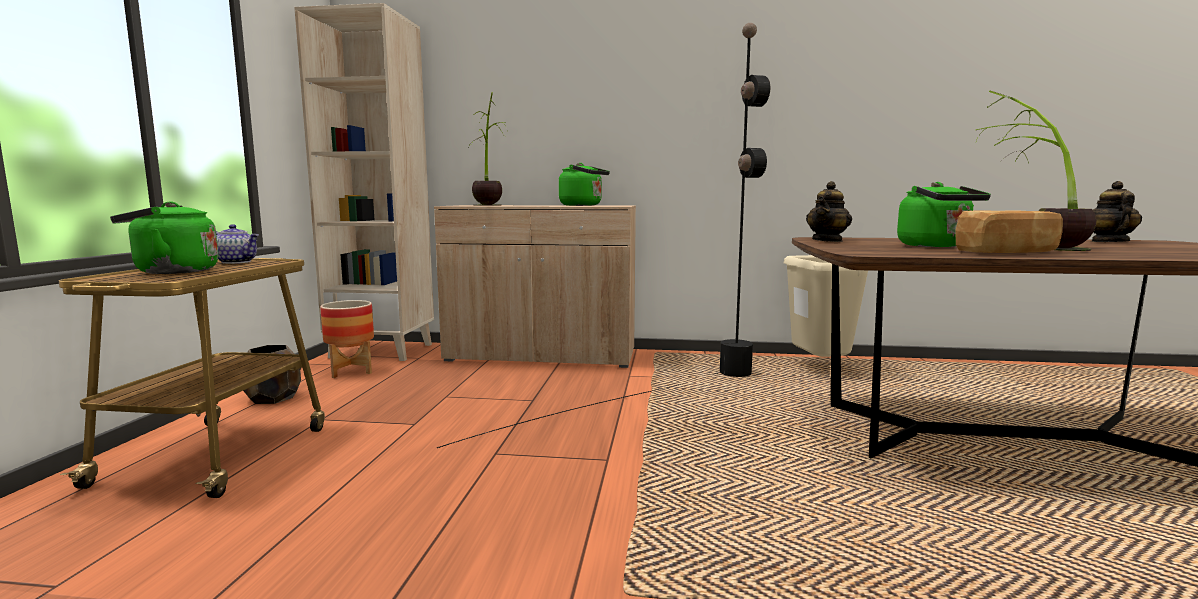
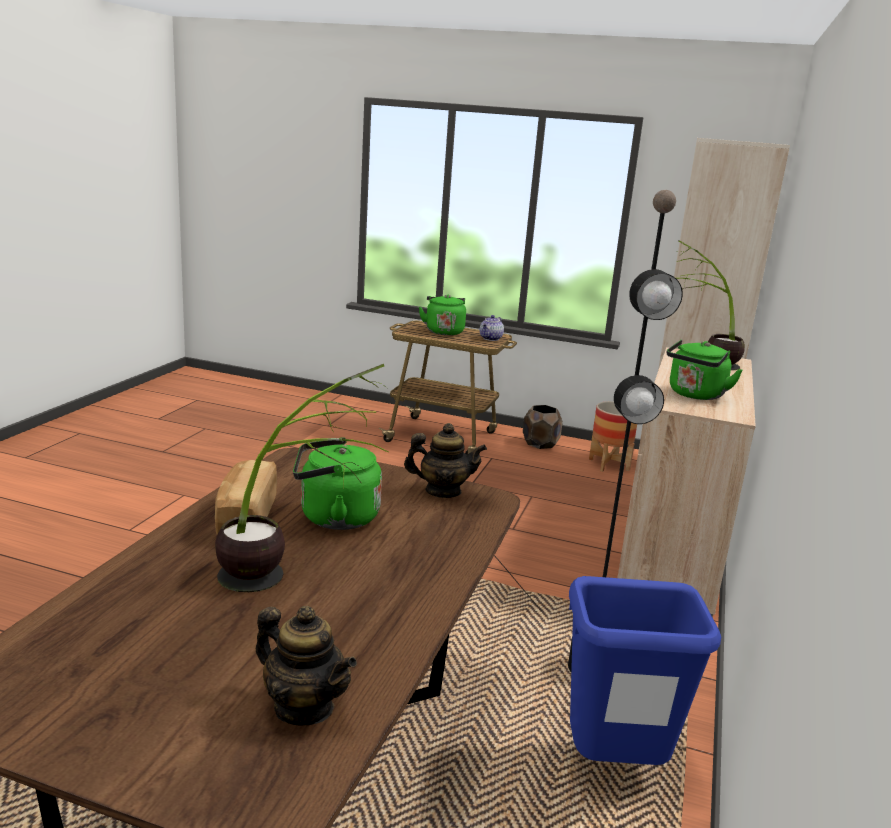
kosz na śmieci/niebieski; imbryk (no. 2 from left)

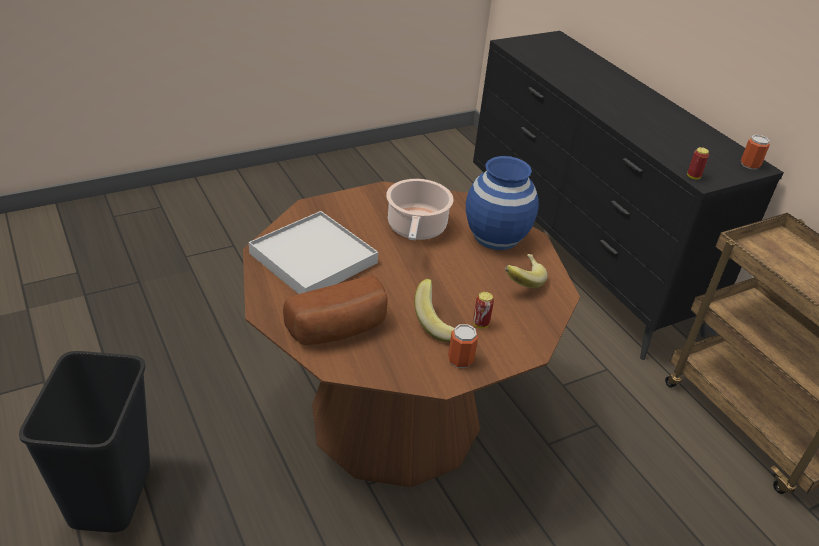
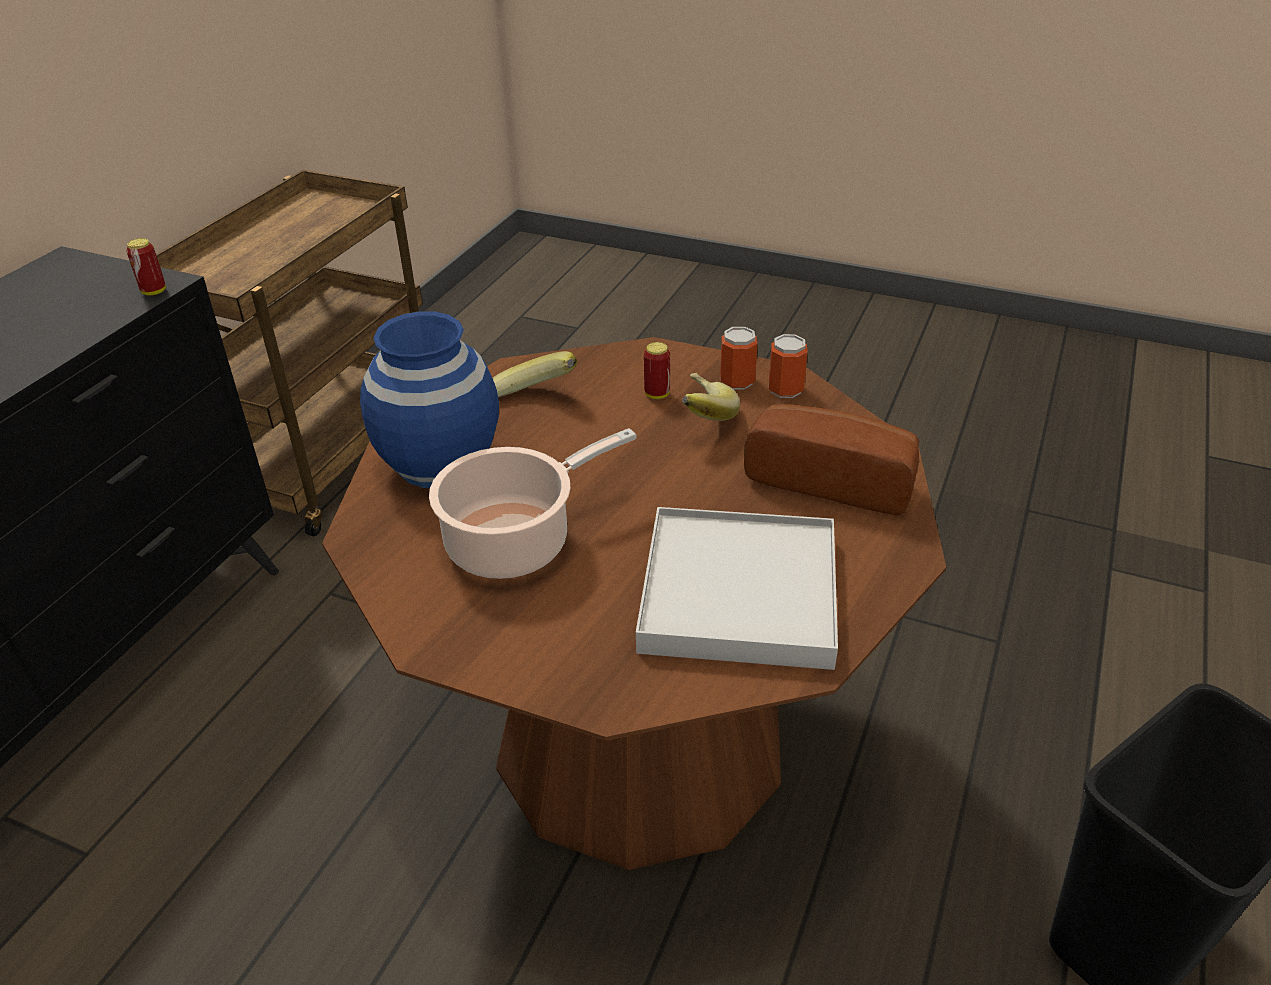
puszka (no. 4 from left)

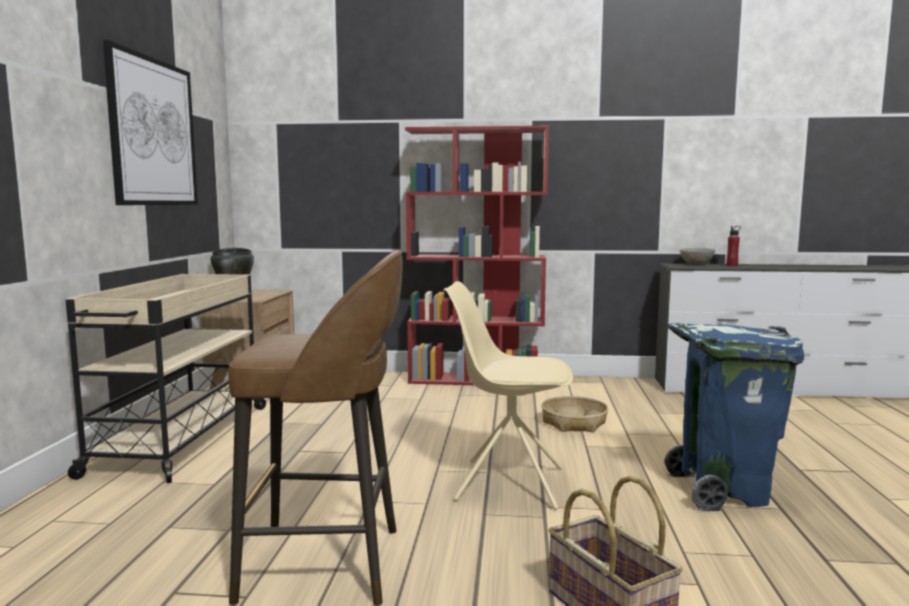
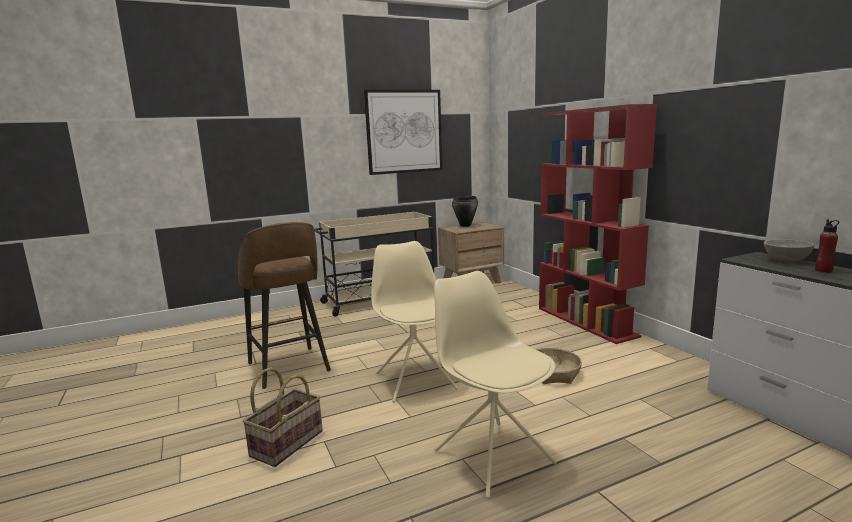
krzesło/beżowy (no. 2 from left)

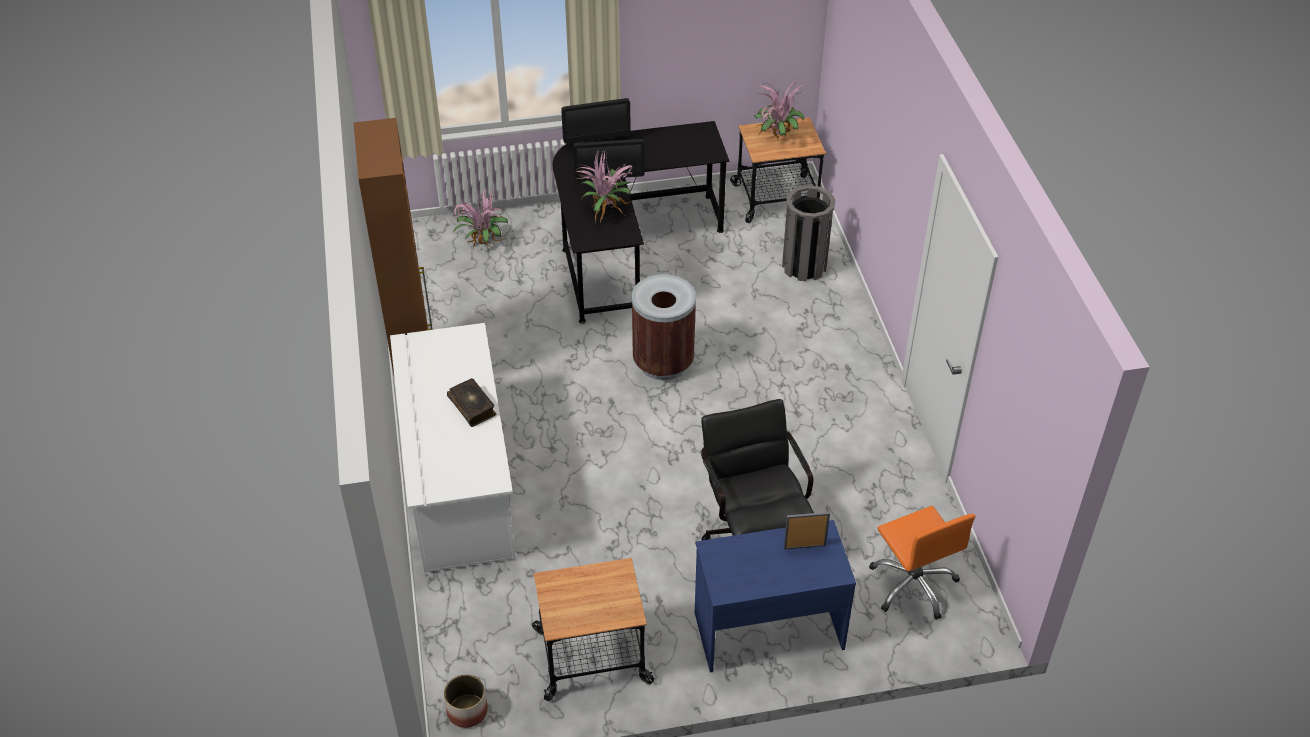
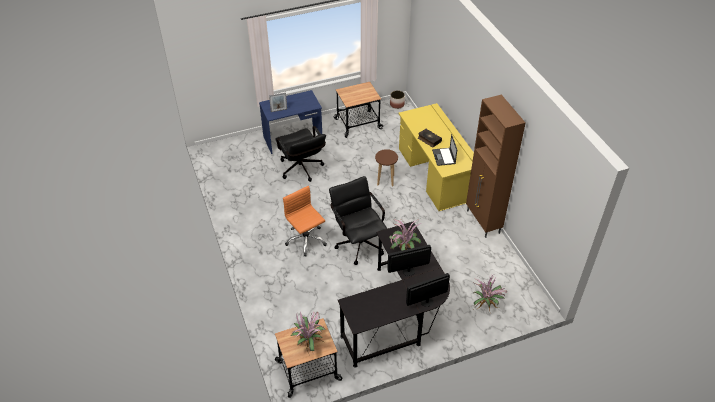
kosz na śmieci/szary; stołek/brązowy; laptop; krzesło biurowe/pomarańczowy; krzesło biurowe/czarny (no. 2 from left); biurko/żółty

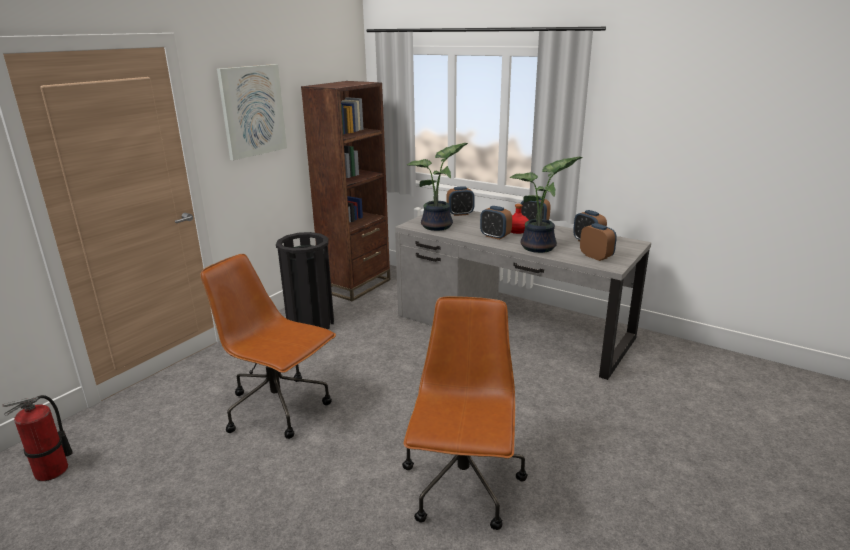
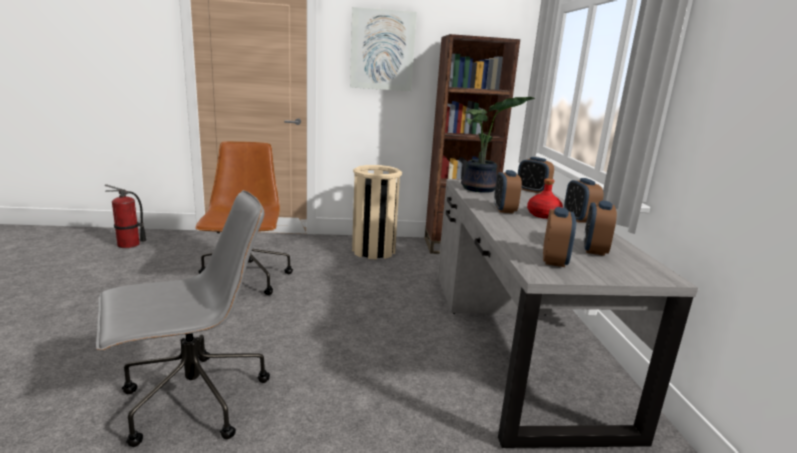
roślina doniczkowa (no. 2 from left in the first image); kosz na śmieci/beżowy; krzesło biurowe/szary

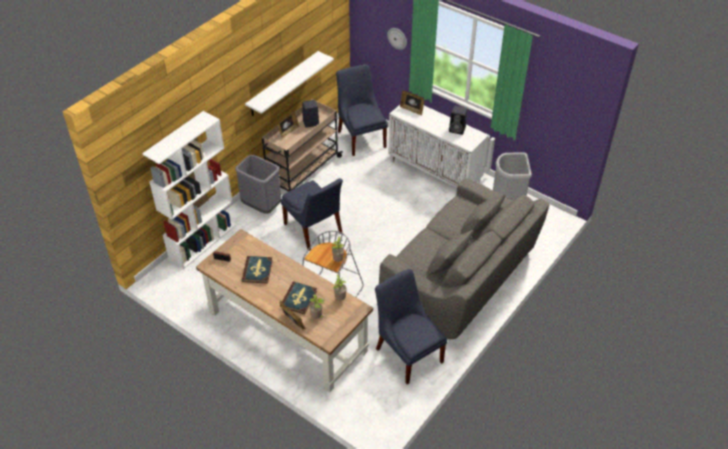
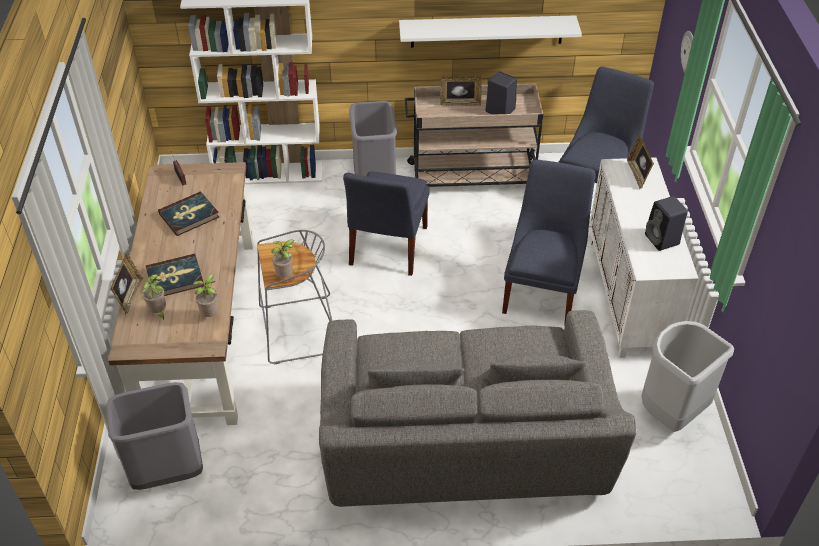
kosz na śmieci/szary (no. 1 from left); krzesło/niebieski (no. 2 from left)

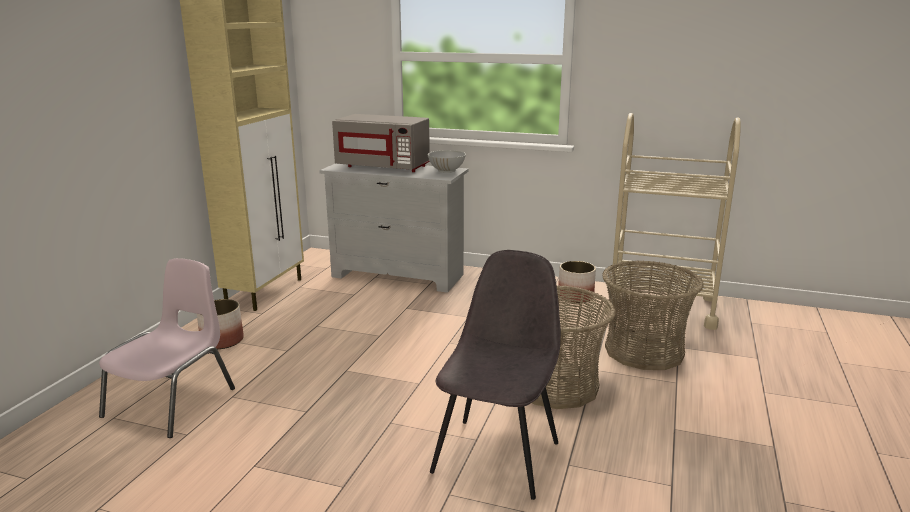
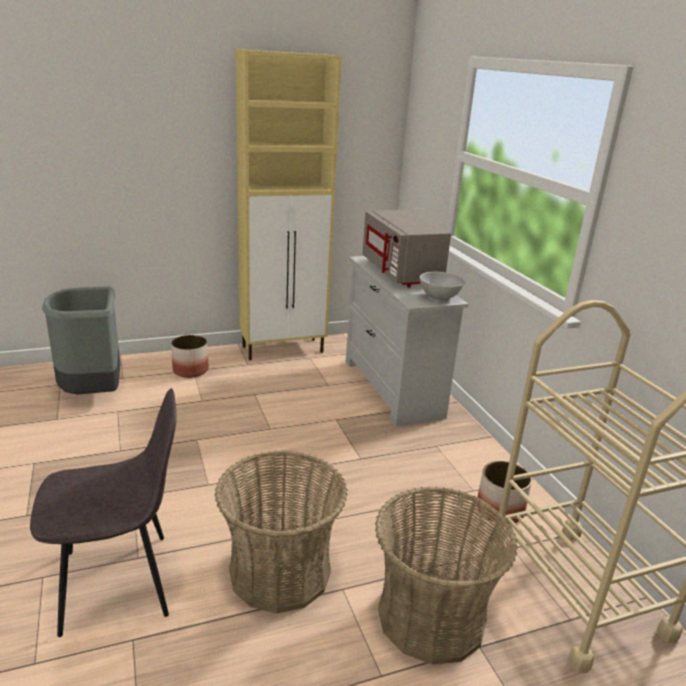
kosz na śmieci/szary

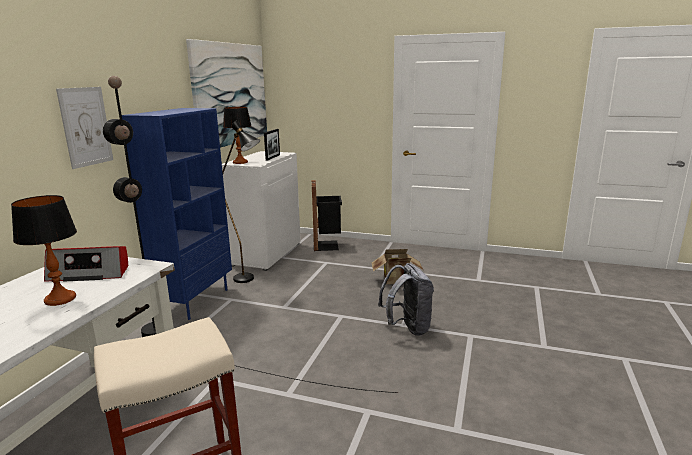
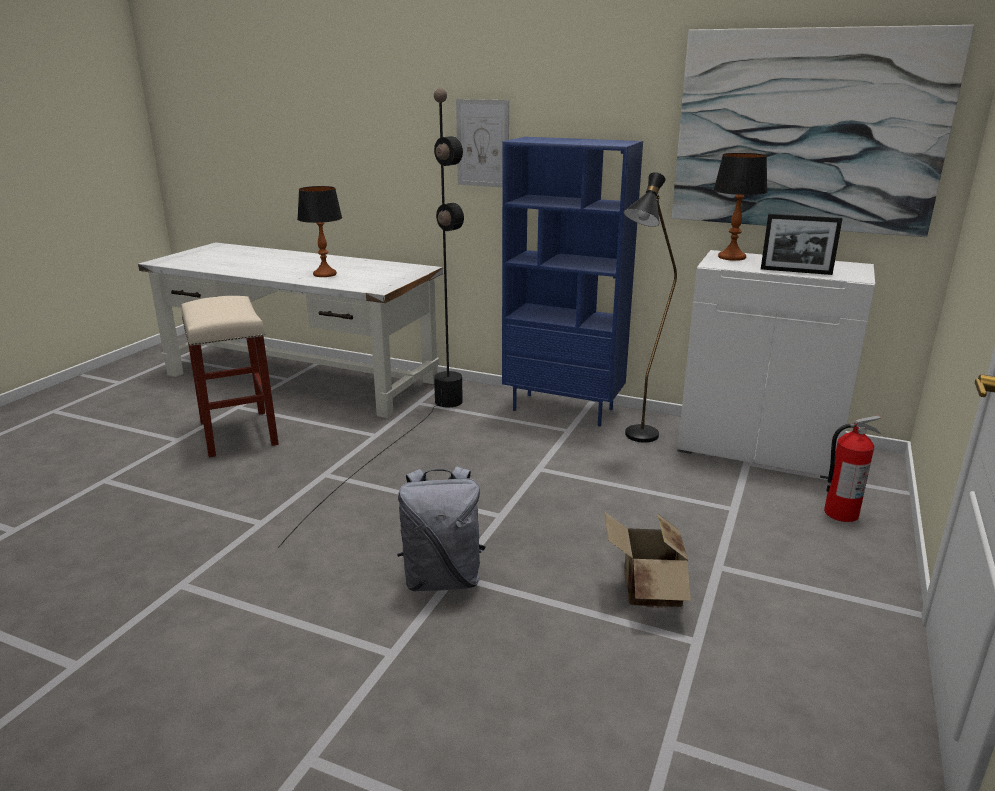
radio; gaśnica

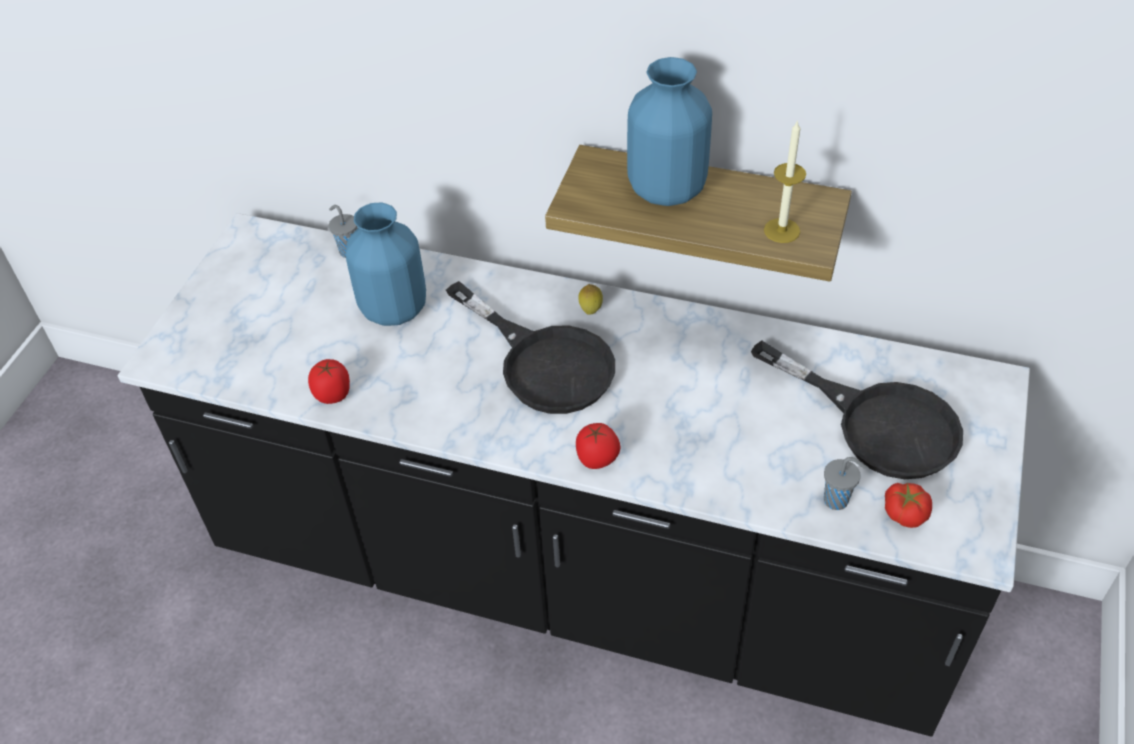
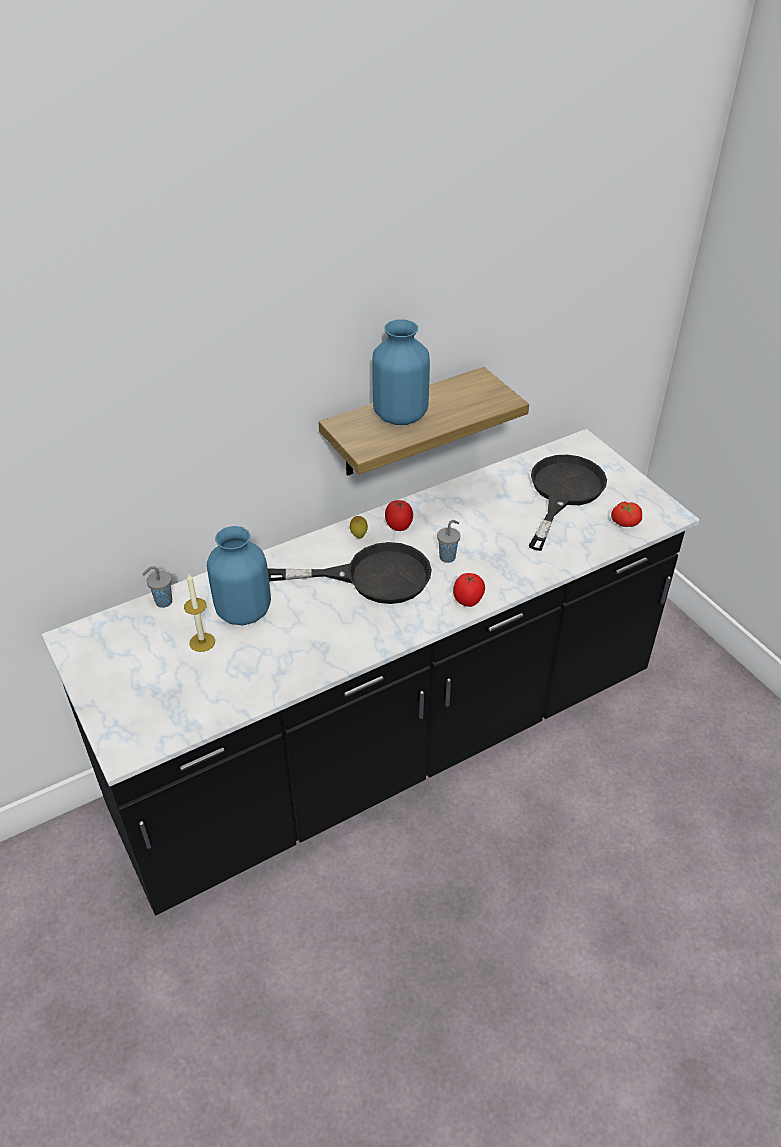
pomidor (no. 1 from left); świeca; filiżanka/szary (no. 2 from left); patelnia/czarny (no. 2 from left)

